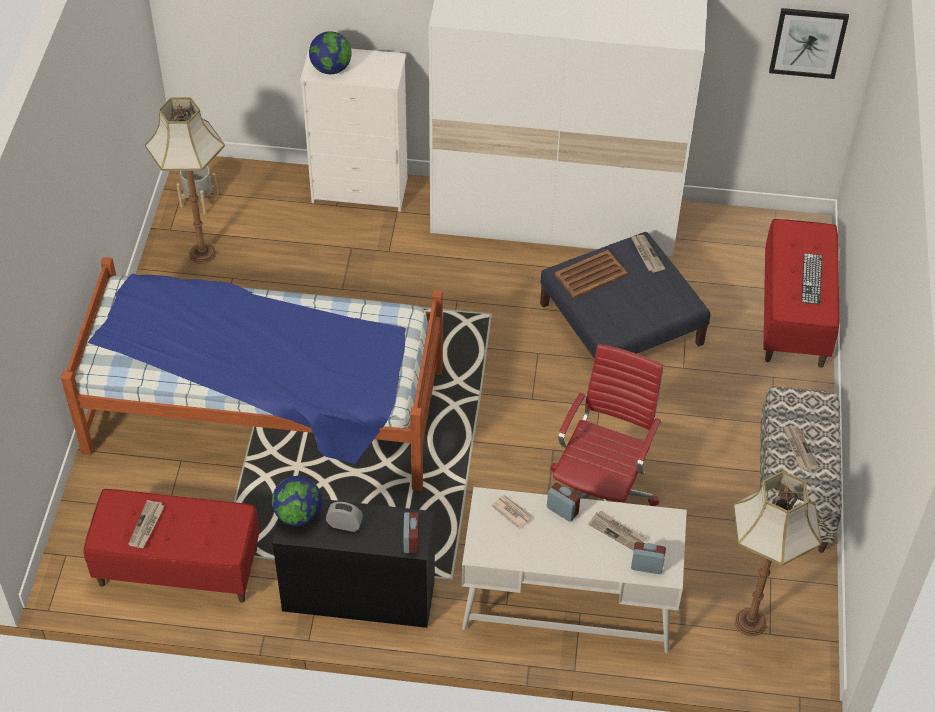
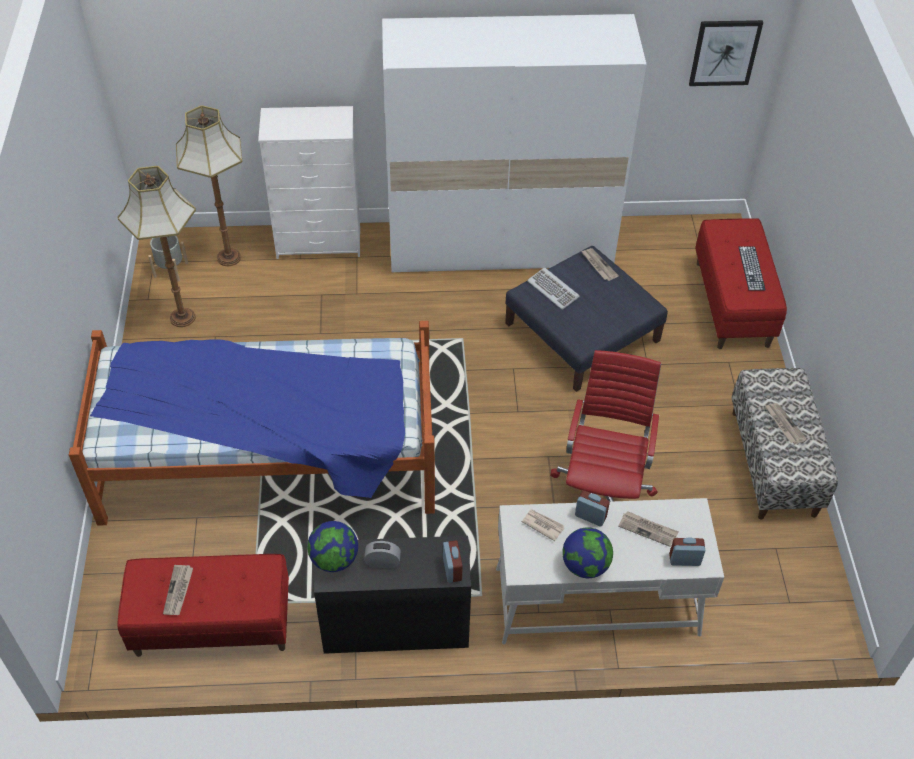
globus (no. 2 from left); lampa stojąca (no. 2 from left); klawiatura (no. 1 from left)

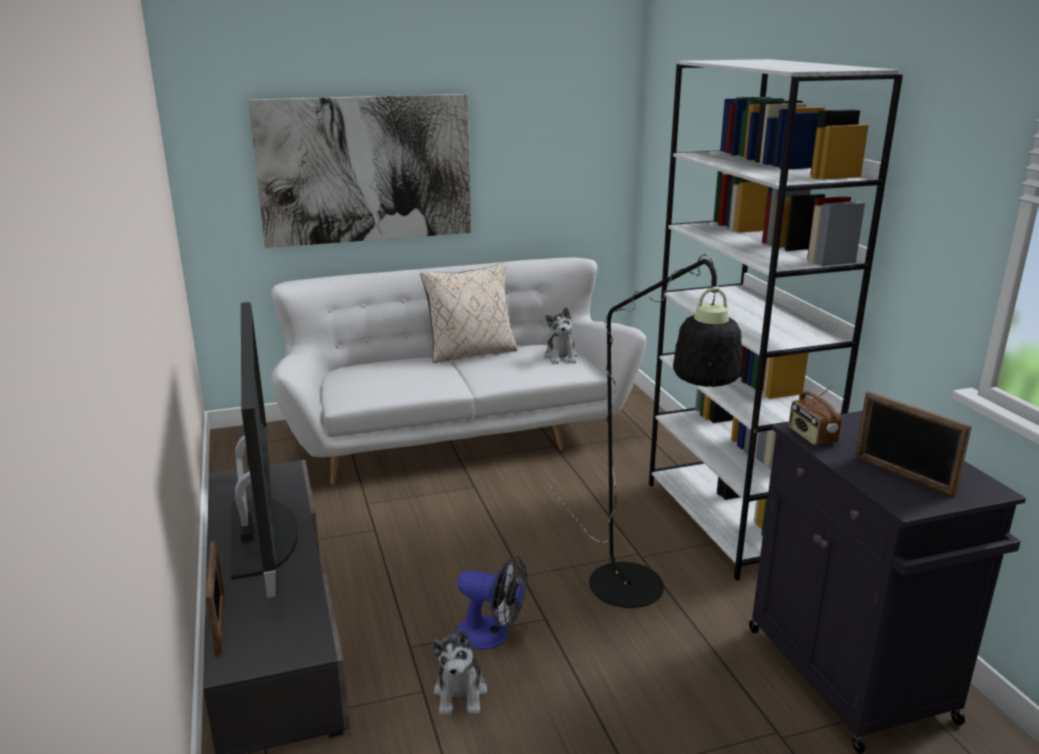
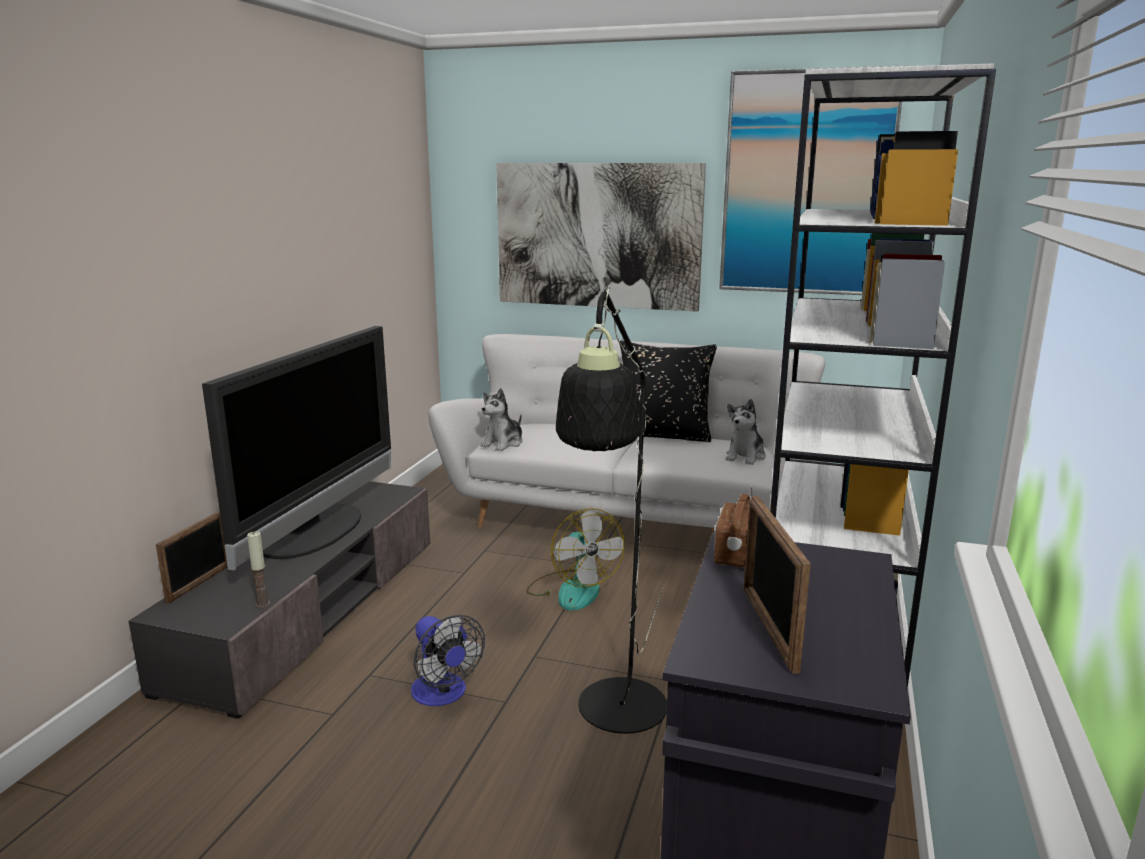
świeca; wentylator (no. 2 from left); obraz (no. 2 from left); pluszak (no. 1 from left); poduszka/czarny

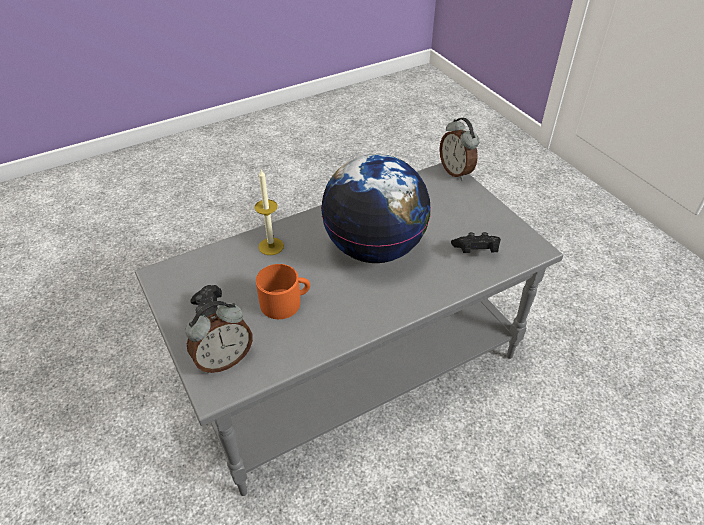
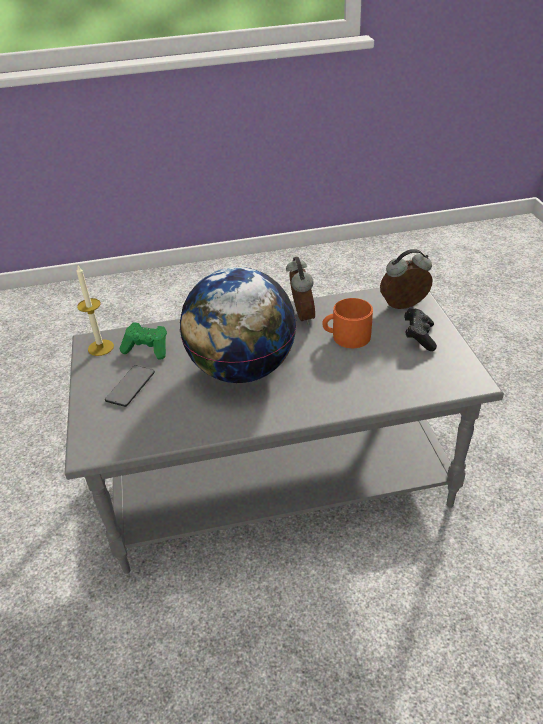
telefon; świeca; budzik (no. 1 from left); pad do gier/zielony

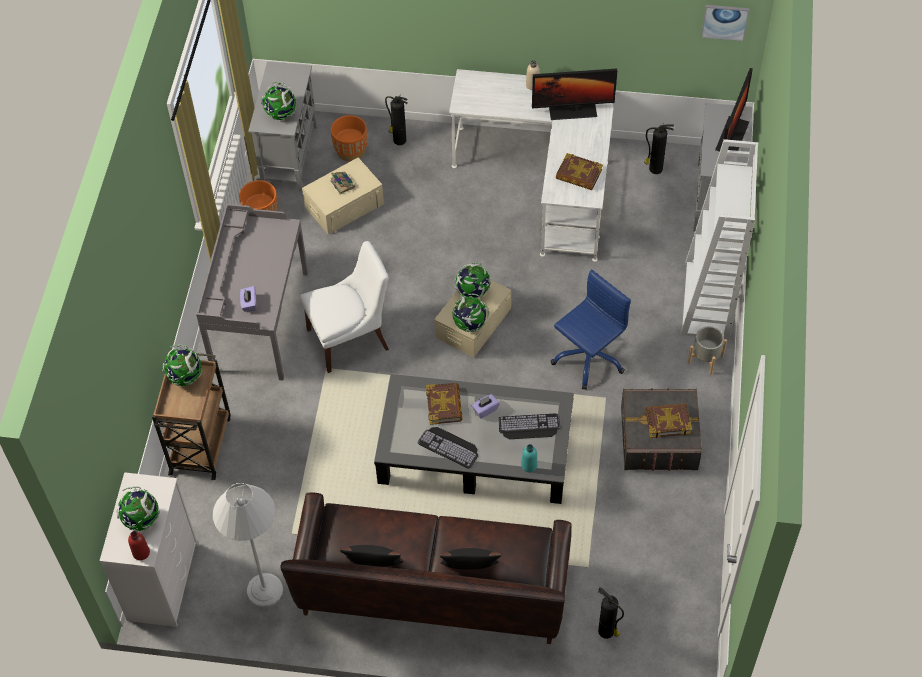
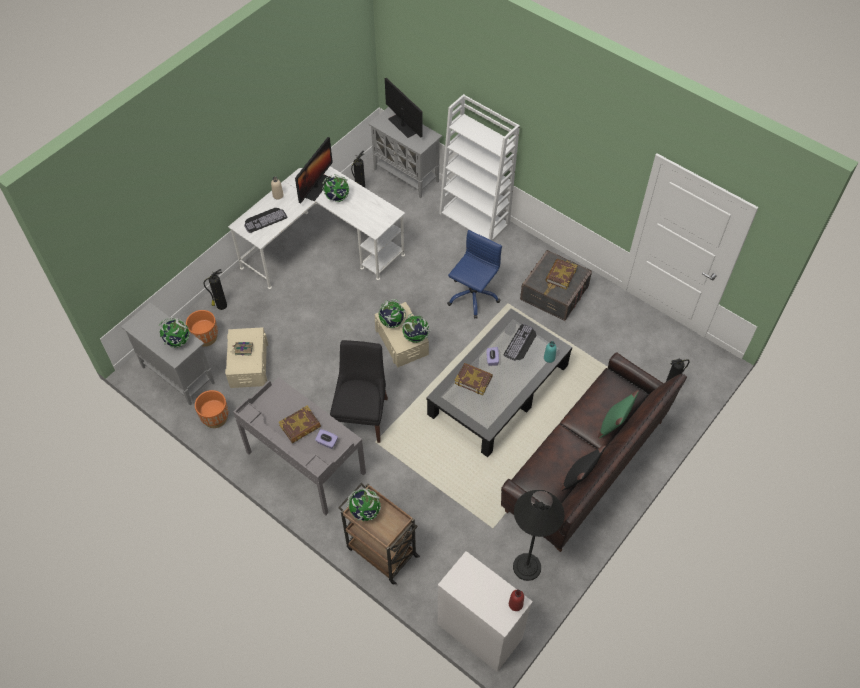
donica/szary; obraz; globus (no. 2 from left); klawiatura (no. 1 from left); książka (no. 2 from left); lampa stojąca/czarny; krzesło/czarny; poduszka/zielony; krzesło biurowe/niebieski

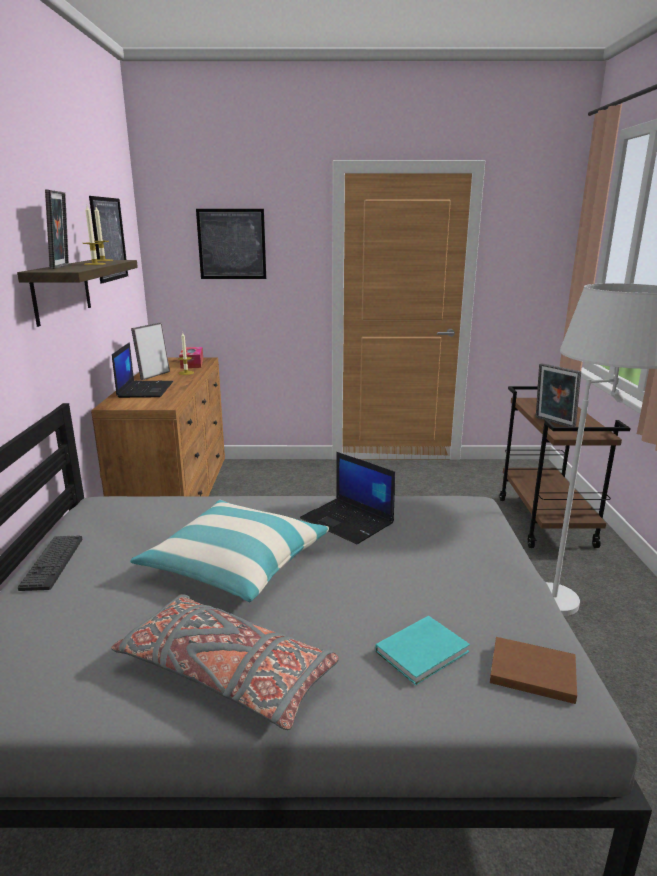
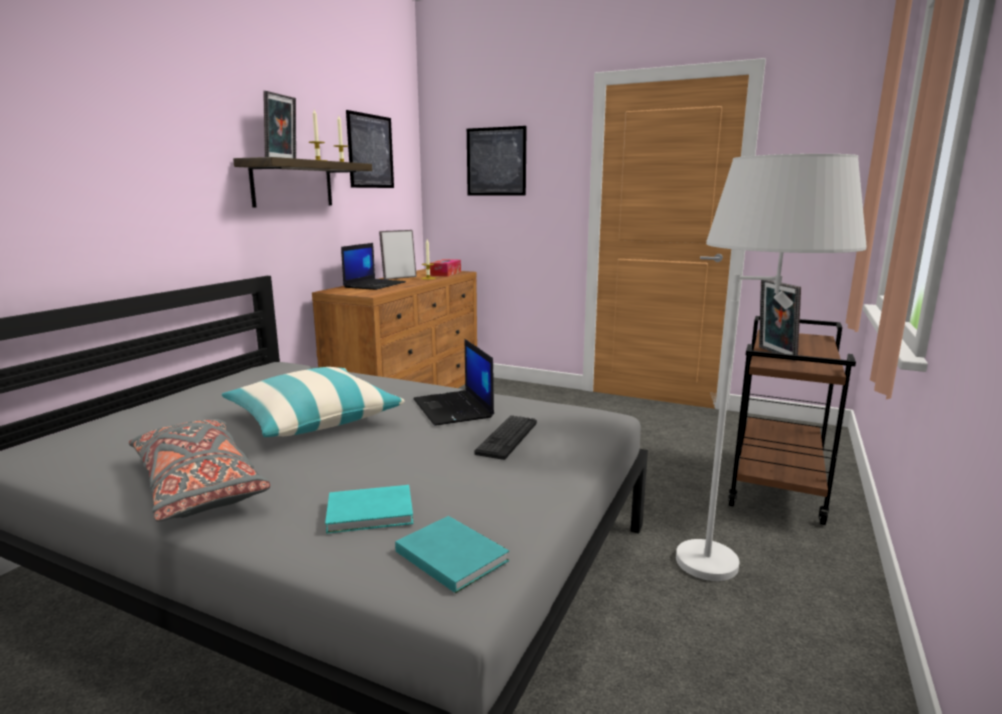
klawiatura; książka/turkusowy (no. 2 from left)

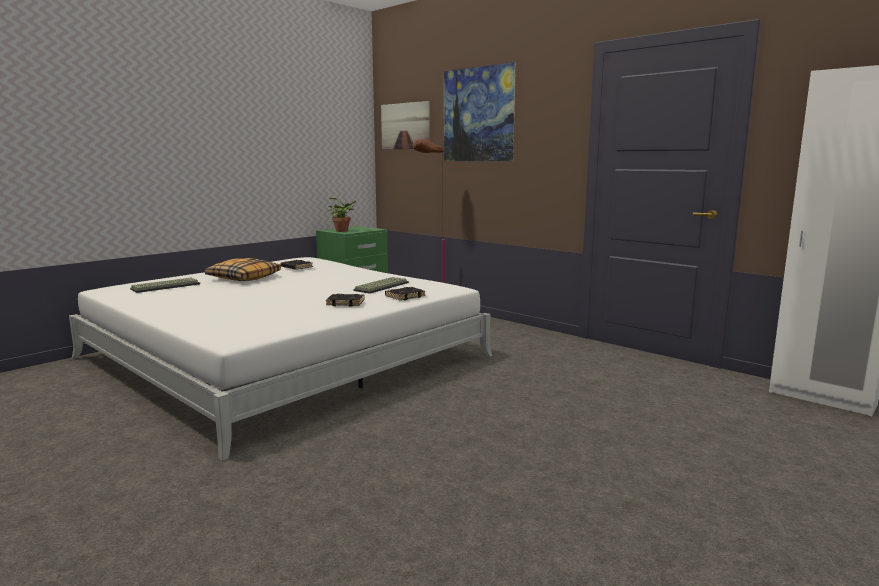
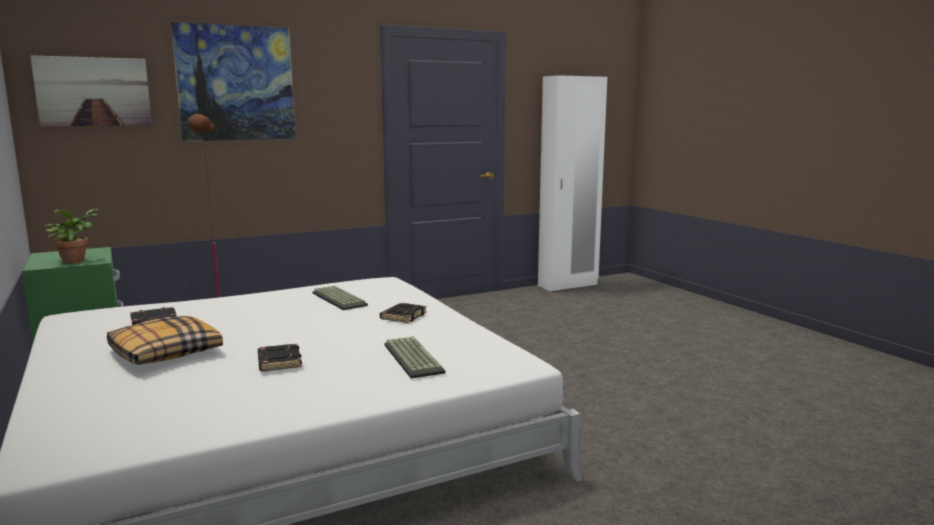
klawiatura (no. 2 from left); książka/czarny (no. 2 from left)

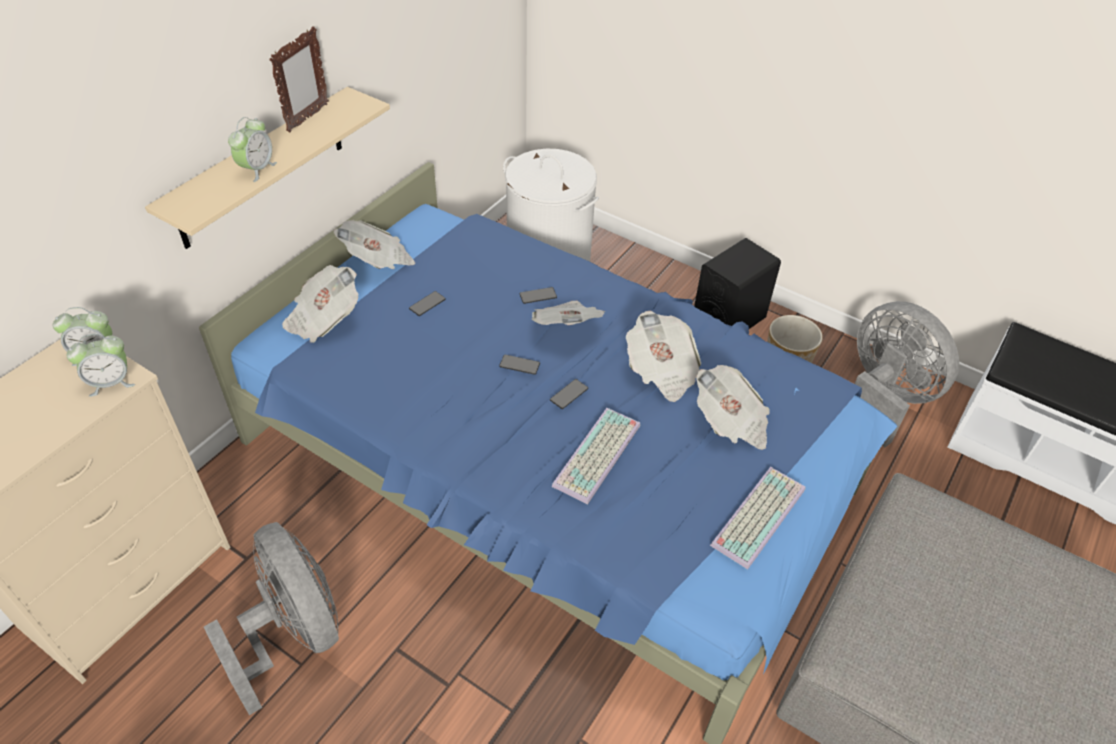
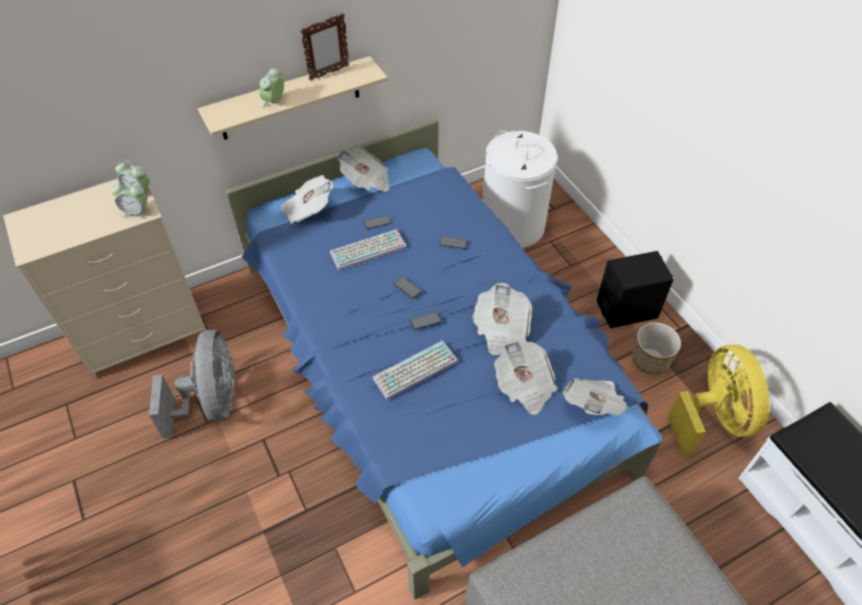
gazeta (no. 5 from left); klawiatura (no. 1 from left); wentylator/żółty; budzik (no. 3 from left)

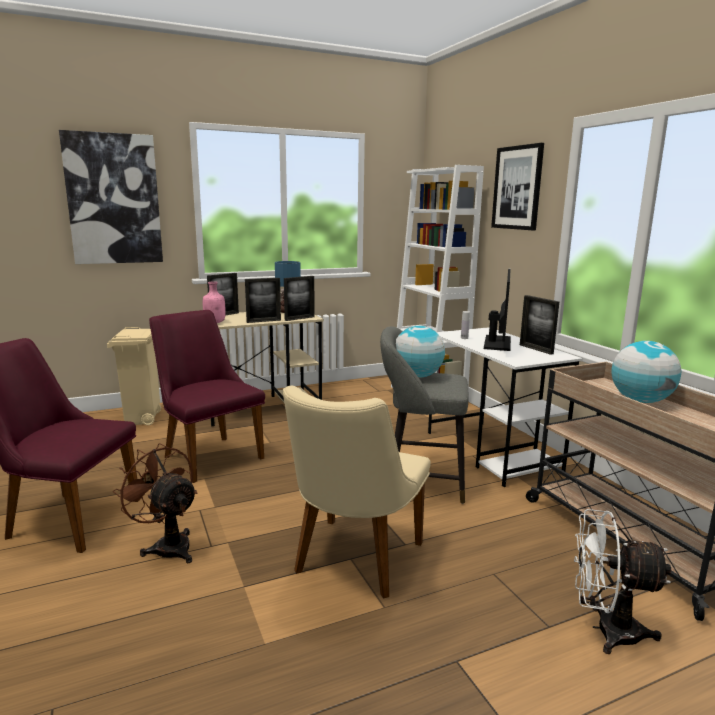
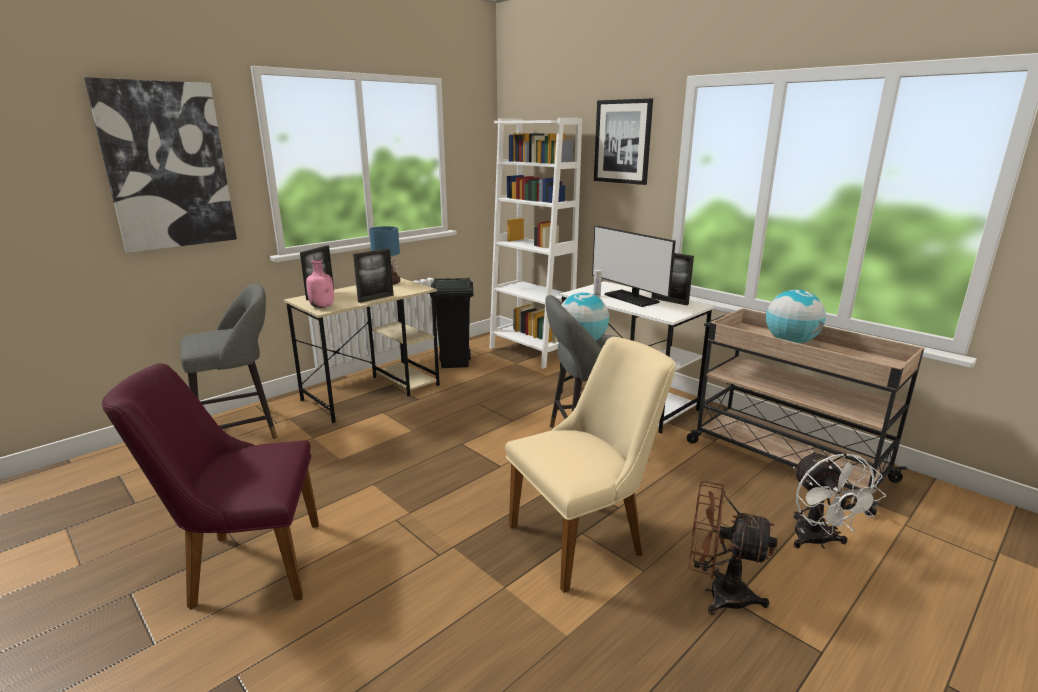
krzesło/fioletowy (no. 2 from left in the first image); ramka na zdjęcie (no. 3 from left in the first image); kosz na śmieci/czarny; wentylator/brązowy; stołek/szary (no. 1 from left); krzesło/beżowy; monitor; wentylator/biały

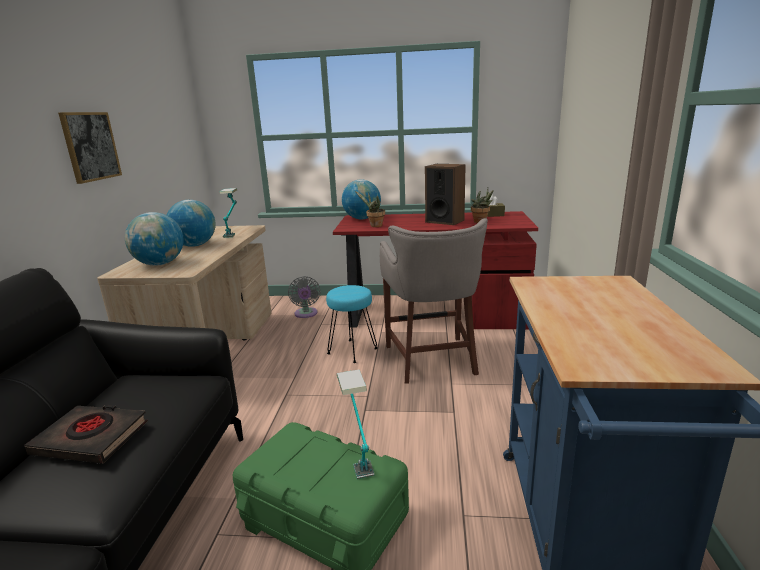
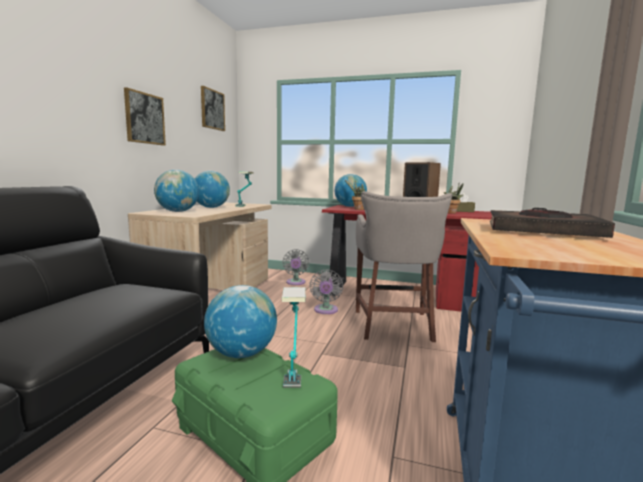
obraz (no. 2 from left); globus (no. 3 from left); książka/czarny; wentylator/szary (no. 2 from left)

